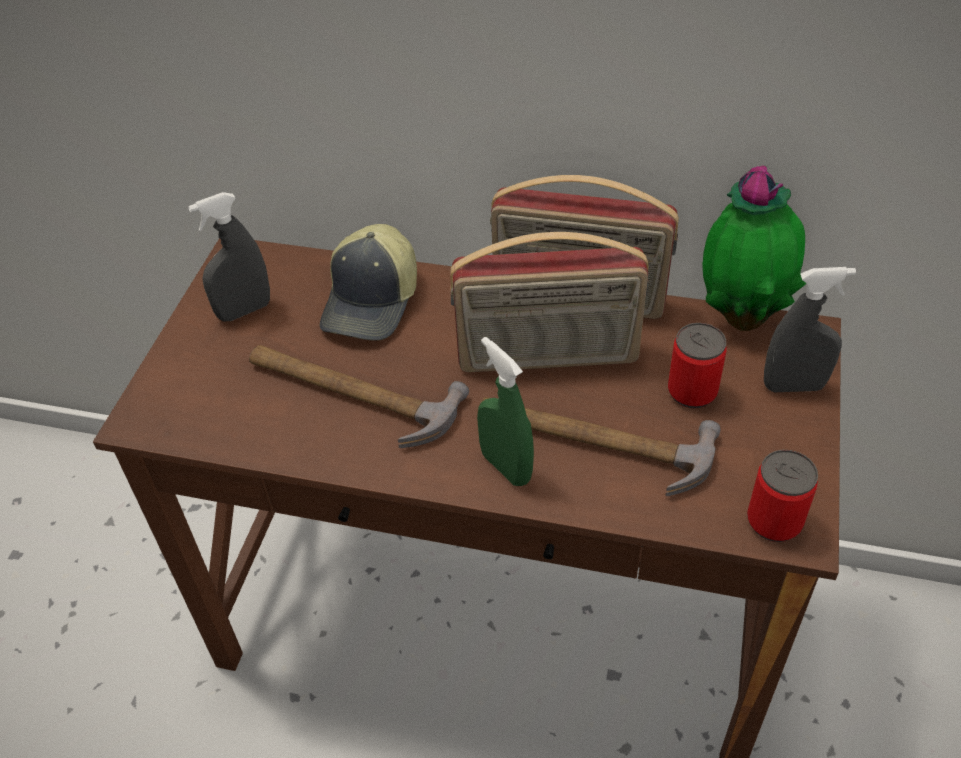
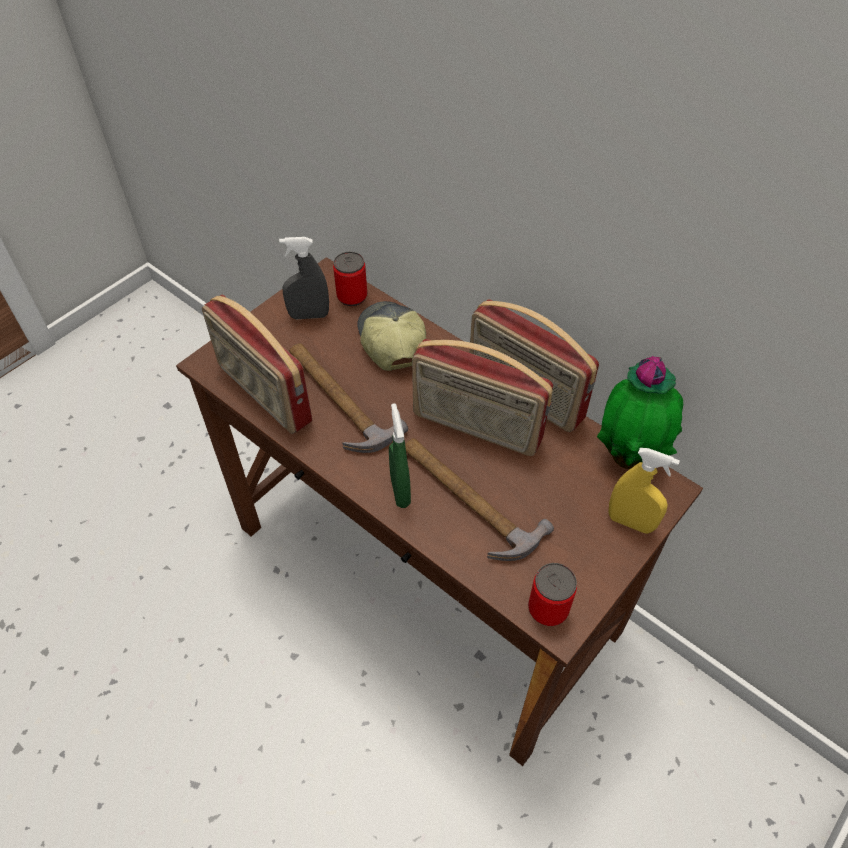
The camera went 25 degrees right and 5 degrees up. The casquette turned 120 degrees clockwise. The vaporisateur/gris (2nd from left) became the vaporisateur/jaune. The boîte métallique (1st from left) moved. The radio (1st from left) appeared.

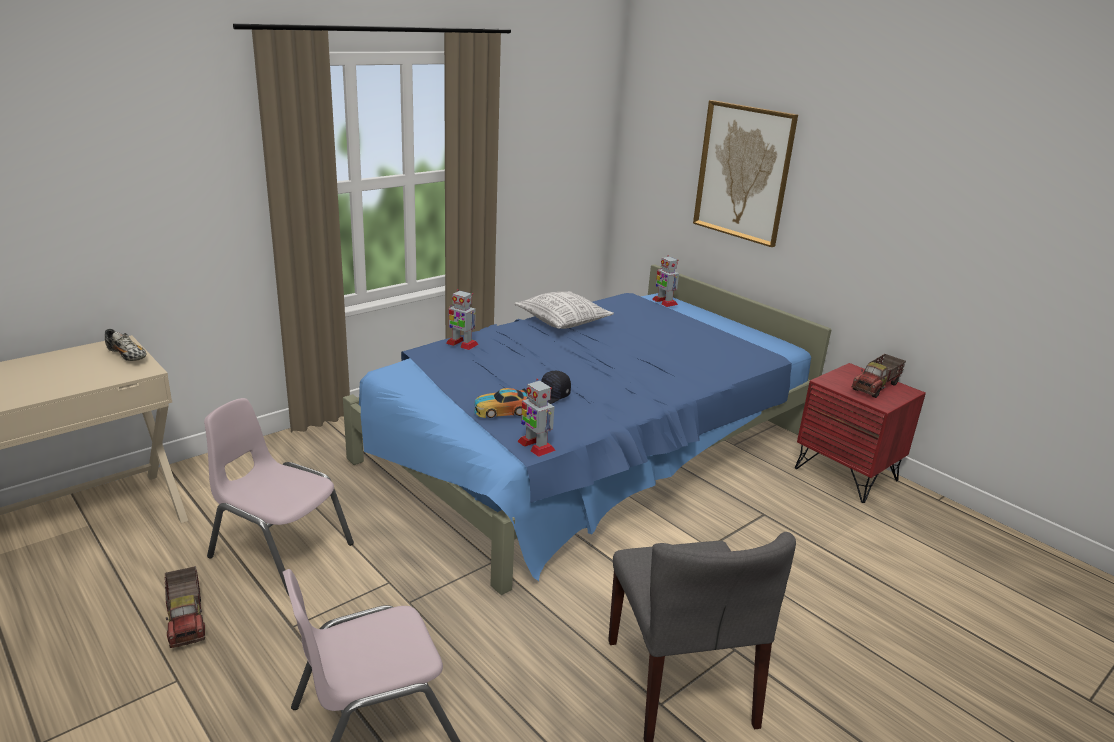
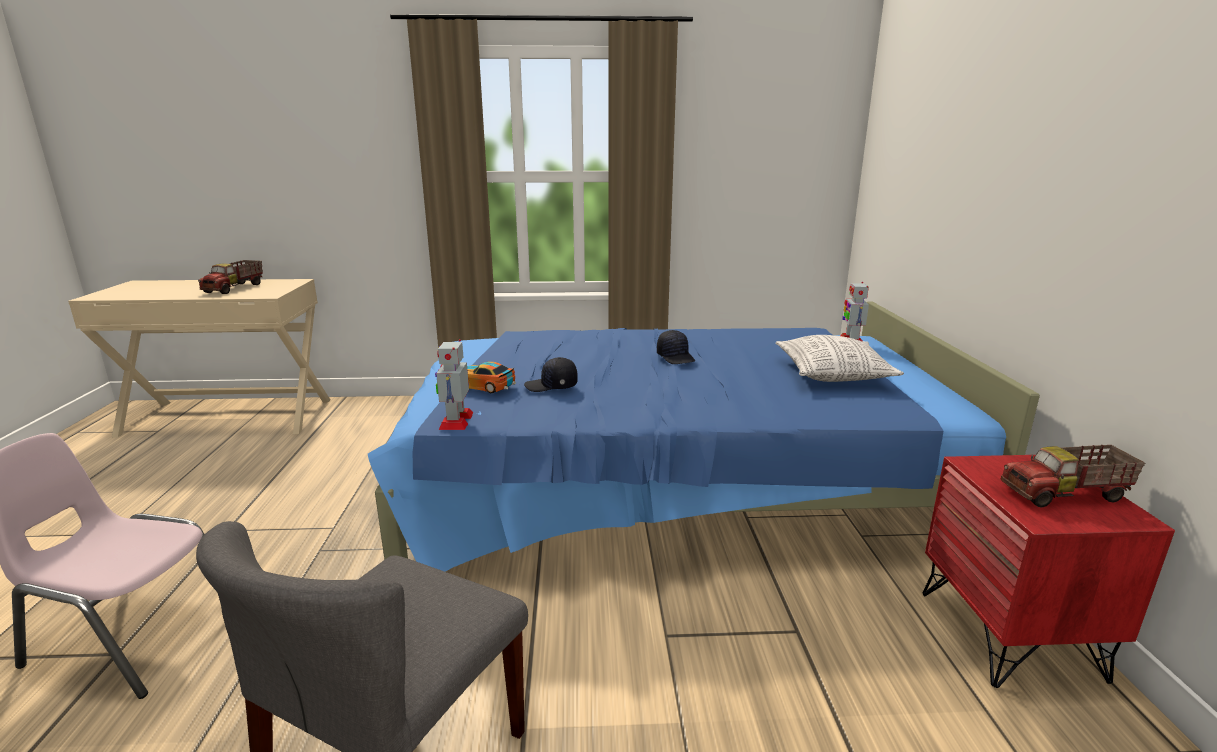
The camera went 40 degrees right and 5 degrees down. The tableau disappeared. The robot jouet (1st from left) disappeared. The coussin moved. The chaussure disappeared. The chaise/rose (1st from left) disappeared. The camion jouet (1st from left) moved. The casquette/noir (2nd from left) appeared.

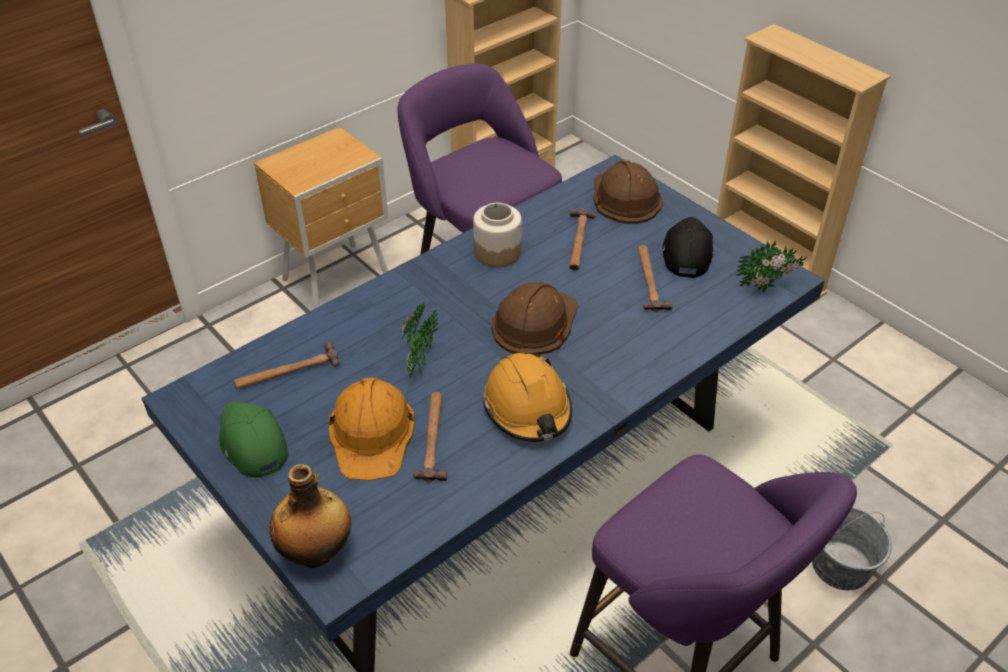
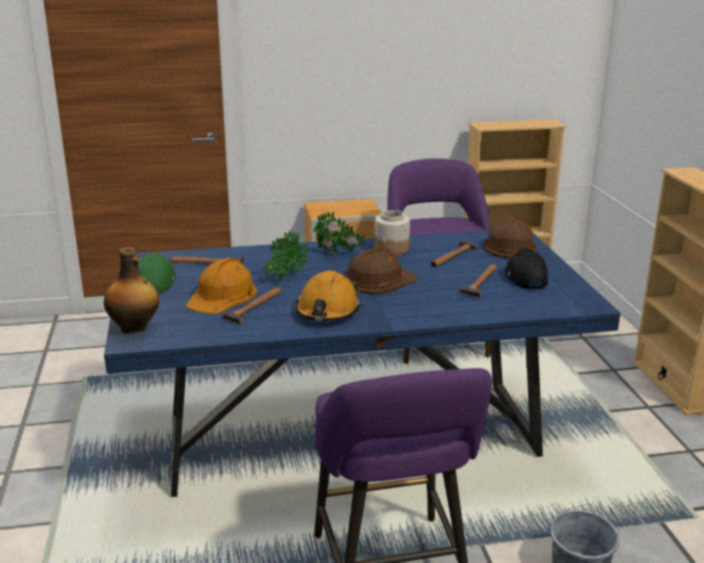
The camera went 30 degrees right and 20 degrees down. The casquette/noir turned 45 degrees counterclockwise. The plante en pot (2nd from left) moved.

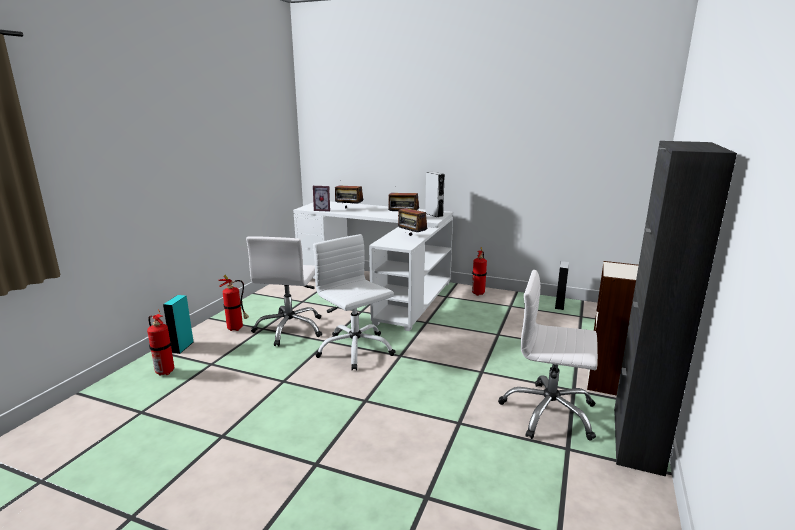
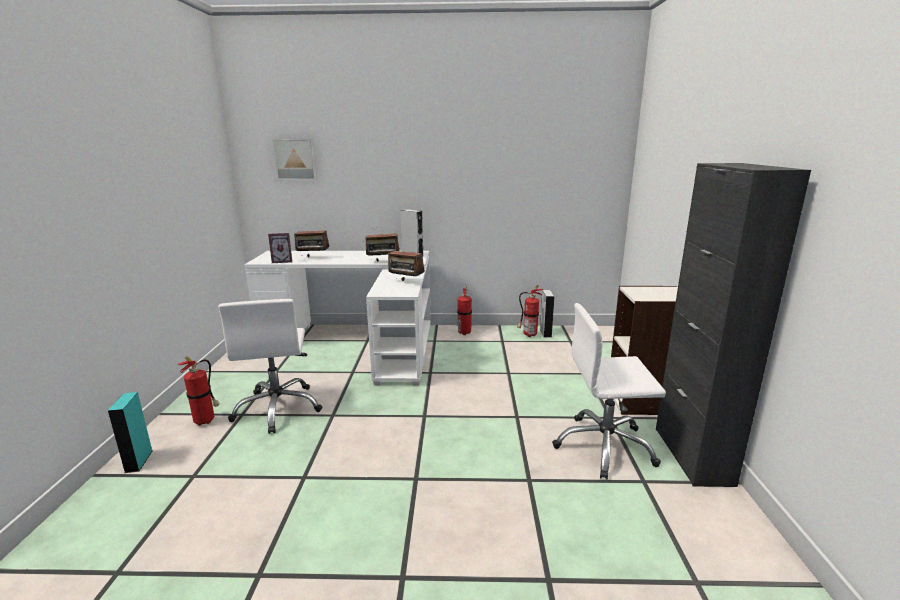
The camera went 20 degrees left and 0 degrees up. The chaise de bureau/blanc (2nd from left) disappeared. The extincteur (1st from left in the first image) moved. The tableau appeared.

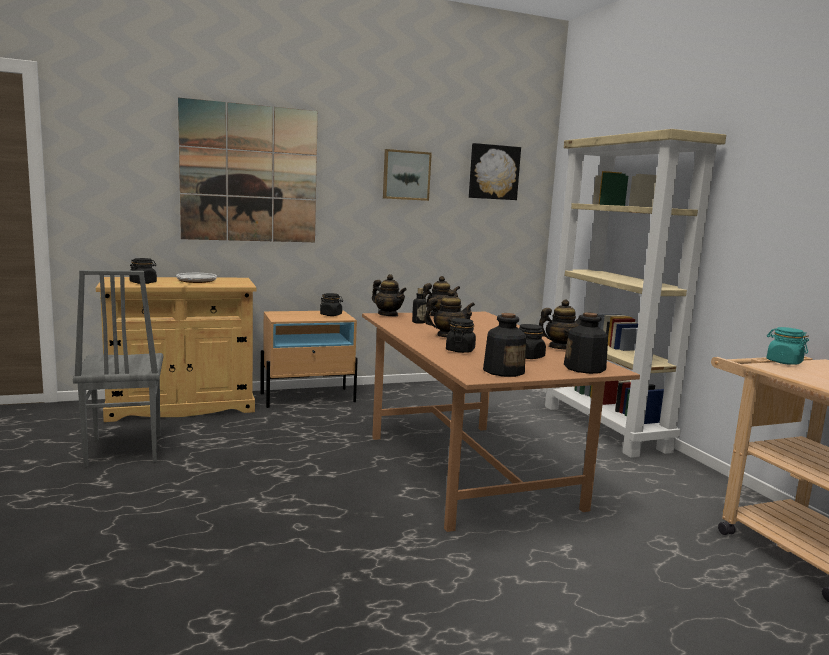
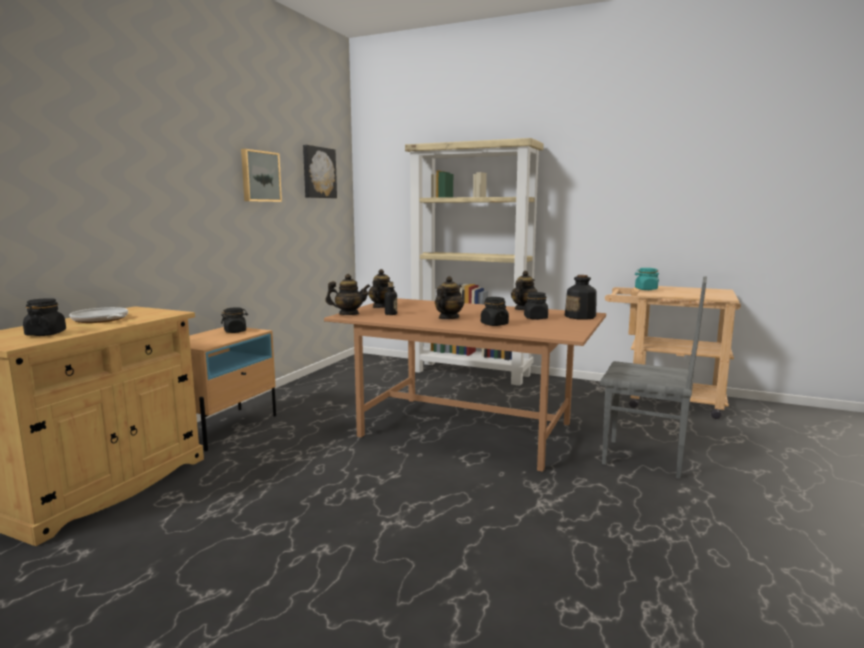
The camera went 45 degrees left and 0 degrees up. The tableau (1st from left) disappeared. The chaise/gris moved. The bouteille (2nd from left) disappeared.

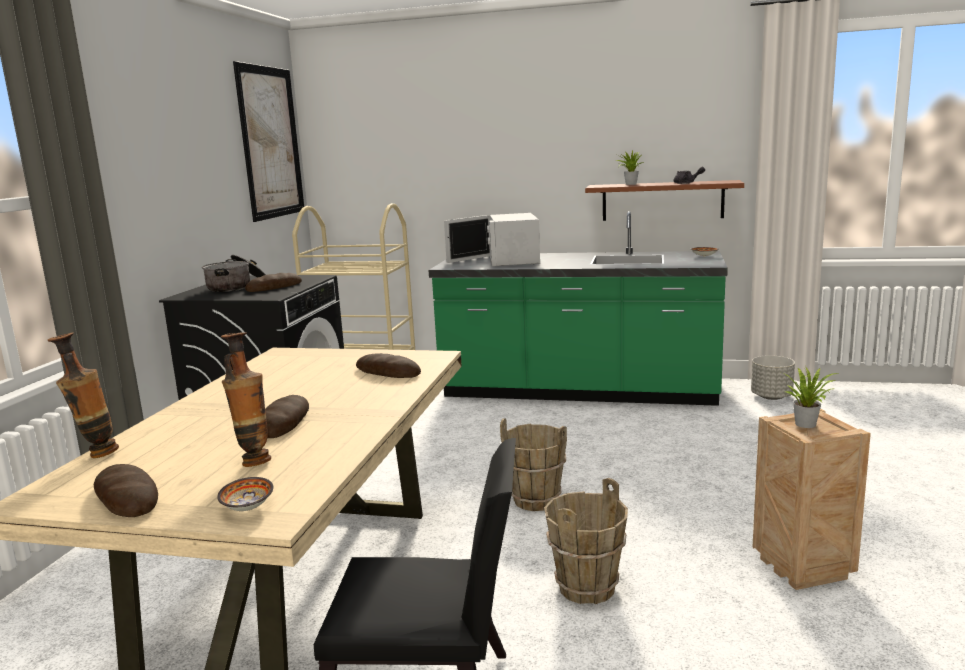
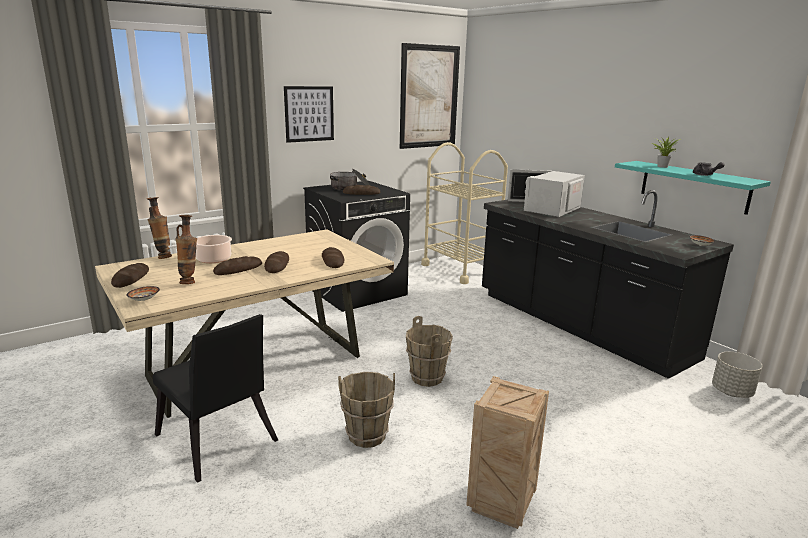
The camera went 40 degrees right and 5 degrees up. The étagère/marron became the étagère/turquoise. The comptoir de cuisine/vert became the comptoir de cuisine/noir. The plante en pot (2nd from left) disappeared. The tableau (1st from left) appeared. The marmite (1st from left) appeared. The pain (3rd from left) appeared.

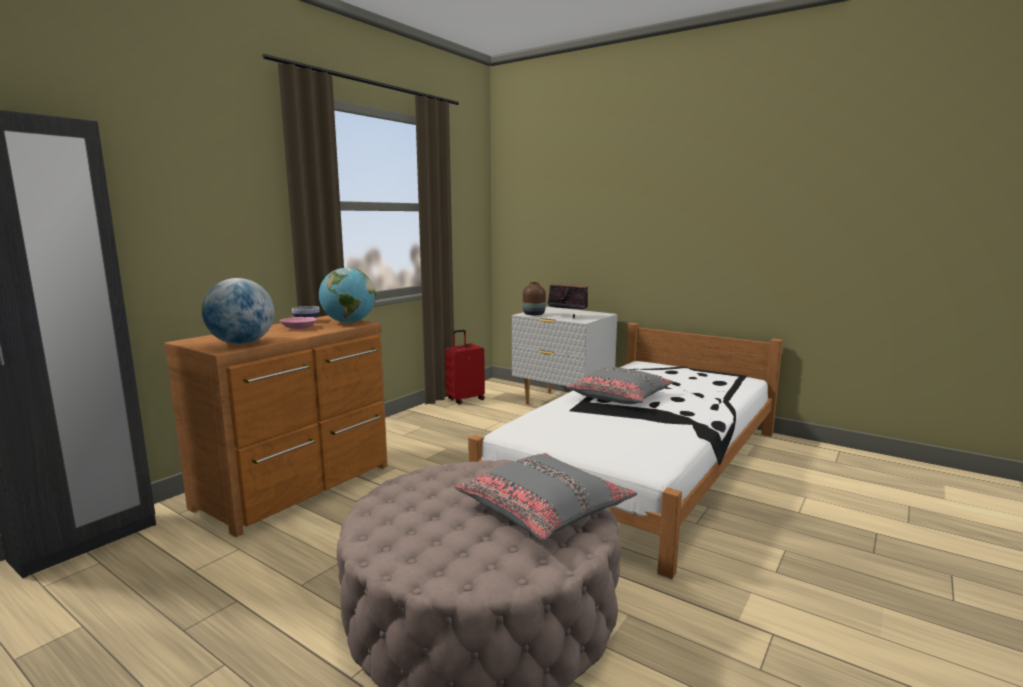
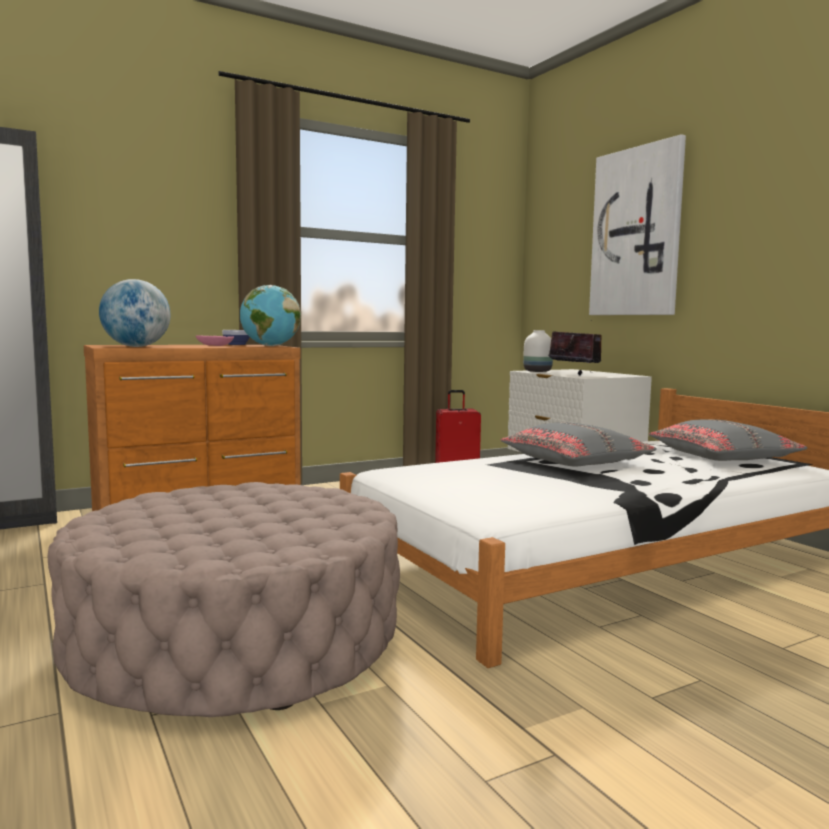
The camera went 25 degrees right and 5 degrees down. The vase/marron became the vase/blanc. The coussin/gris (1st from left in the first image) moved. The tableau appeared.

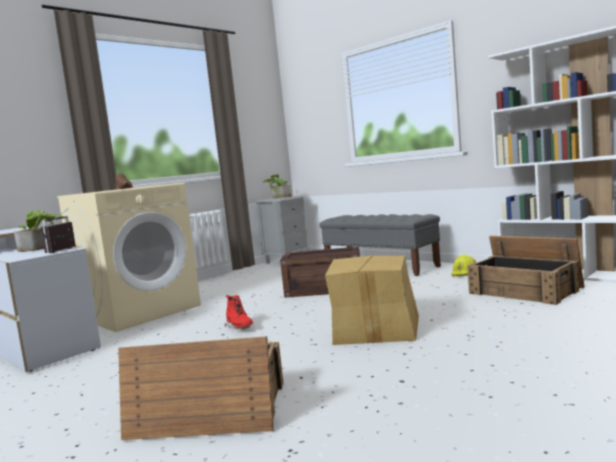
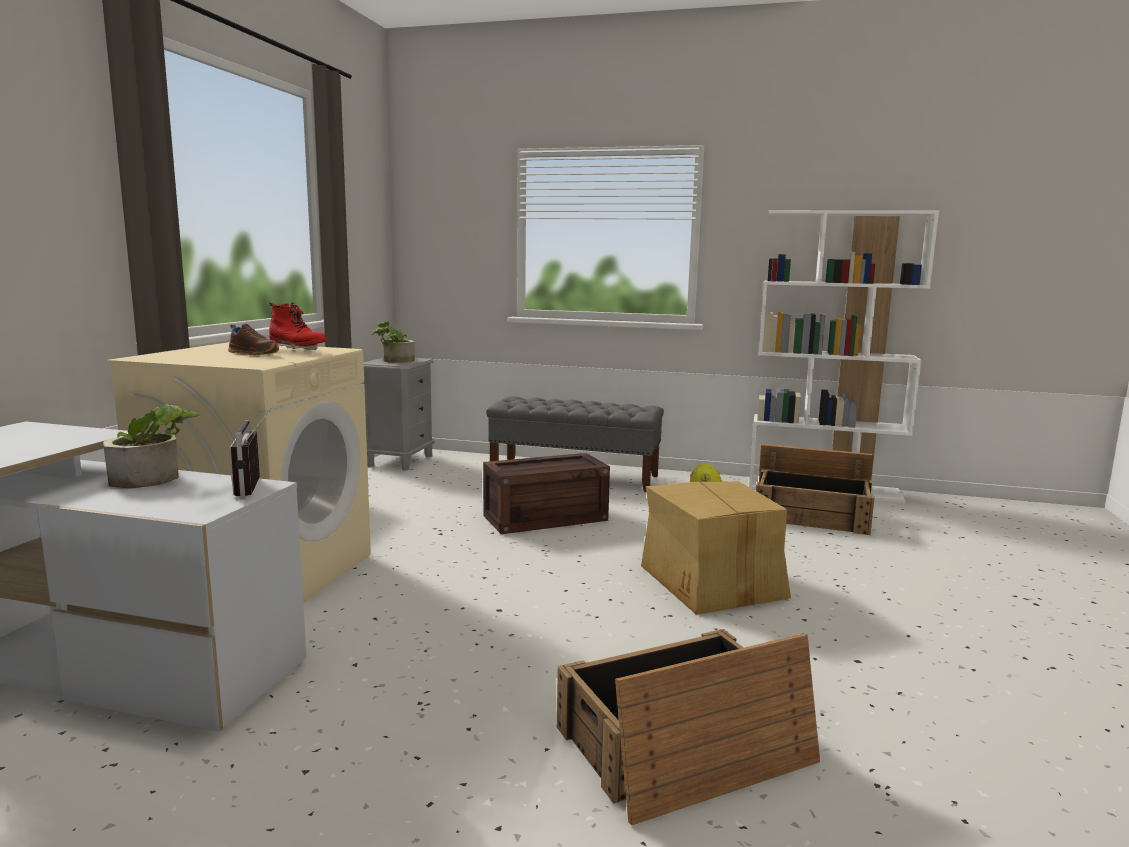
The camera went 30 degrees left and 5 degrees up. The botte/rouge moved.

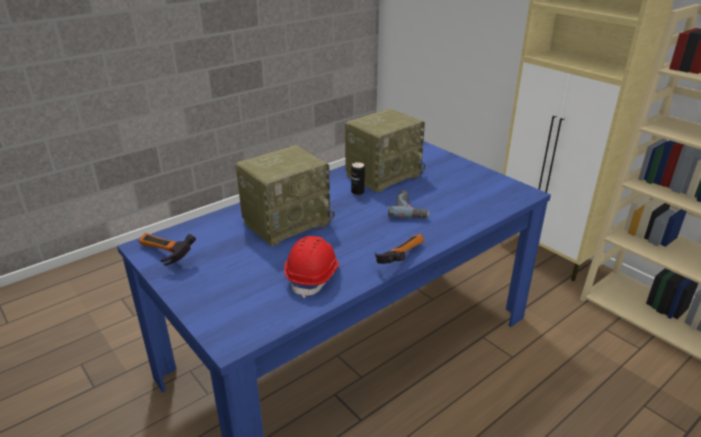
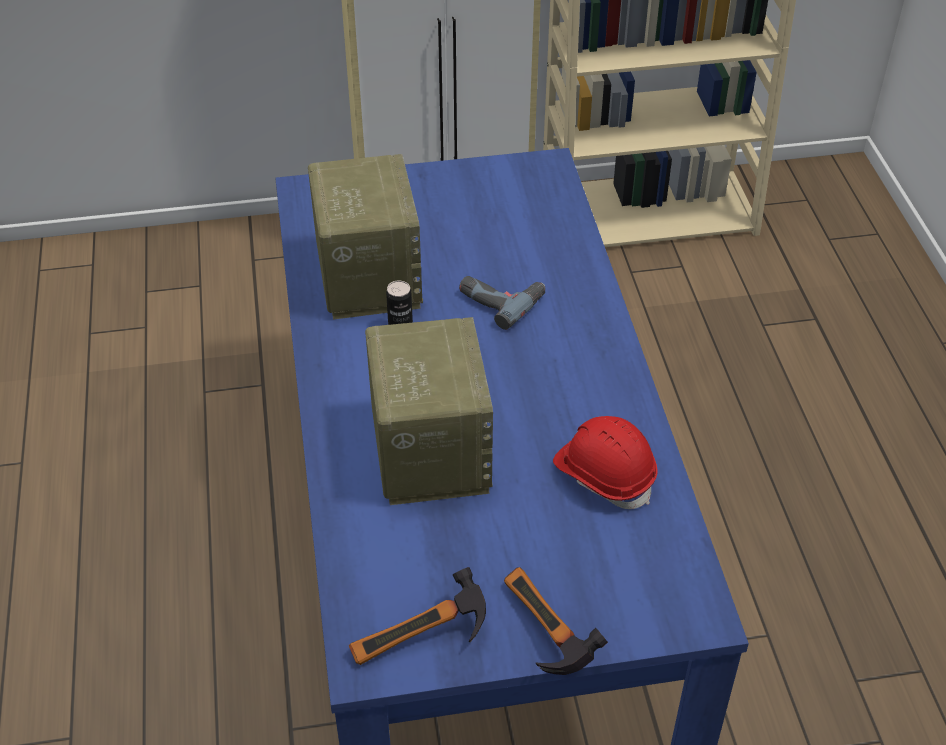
The camera went 60 degrees left and 15 degrees up. The marteau (2nd from left) moved.

